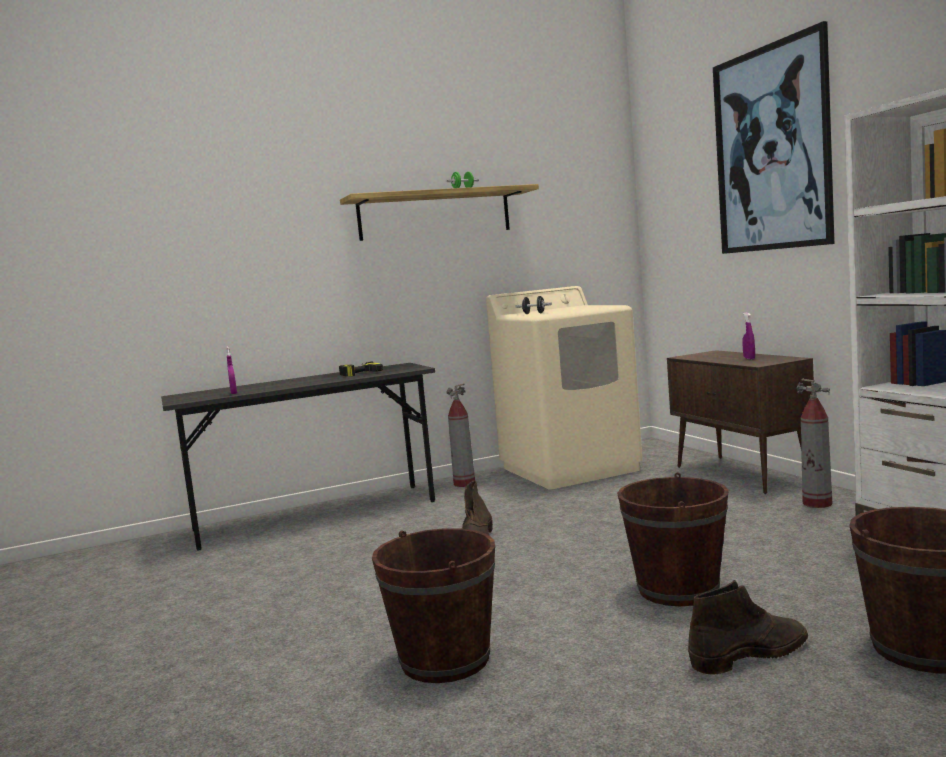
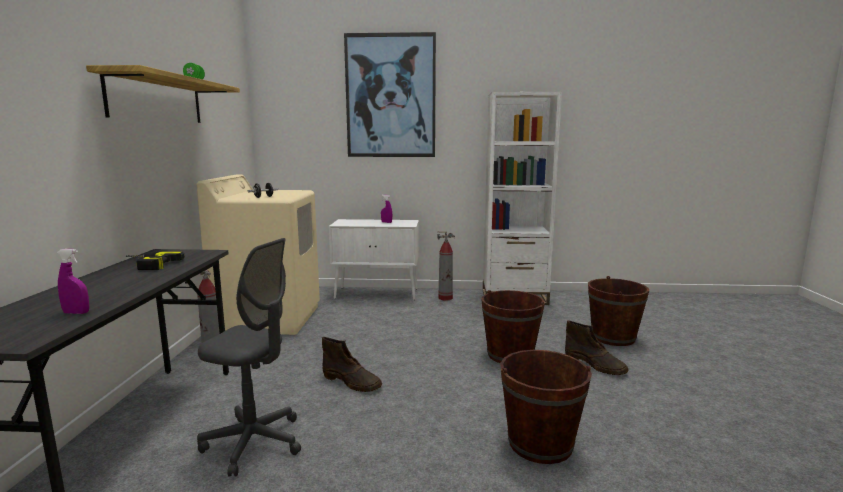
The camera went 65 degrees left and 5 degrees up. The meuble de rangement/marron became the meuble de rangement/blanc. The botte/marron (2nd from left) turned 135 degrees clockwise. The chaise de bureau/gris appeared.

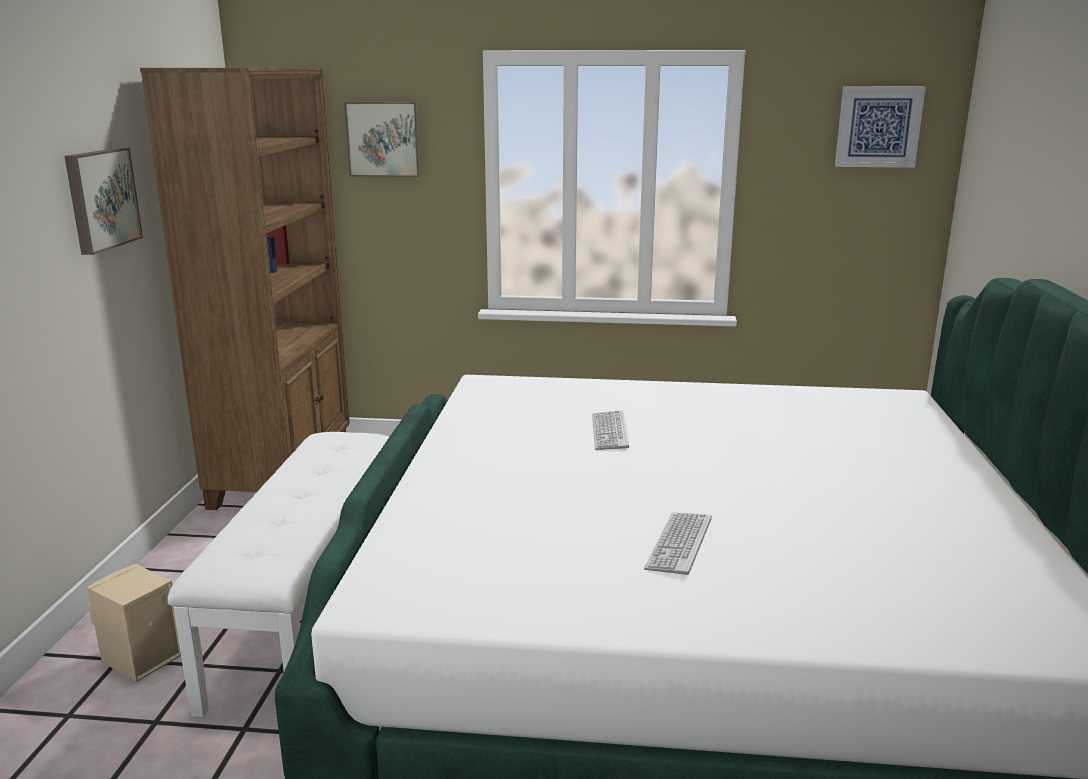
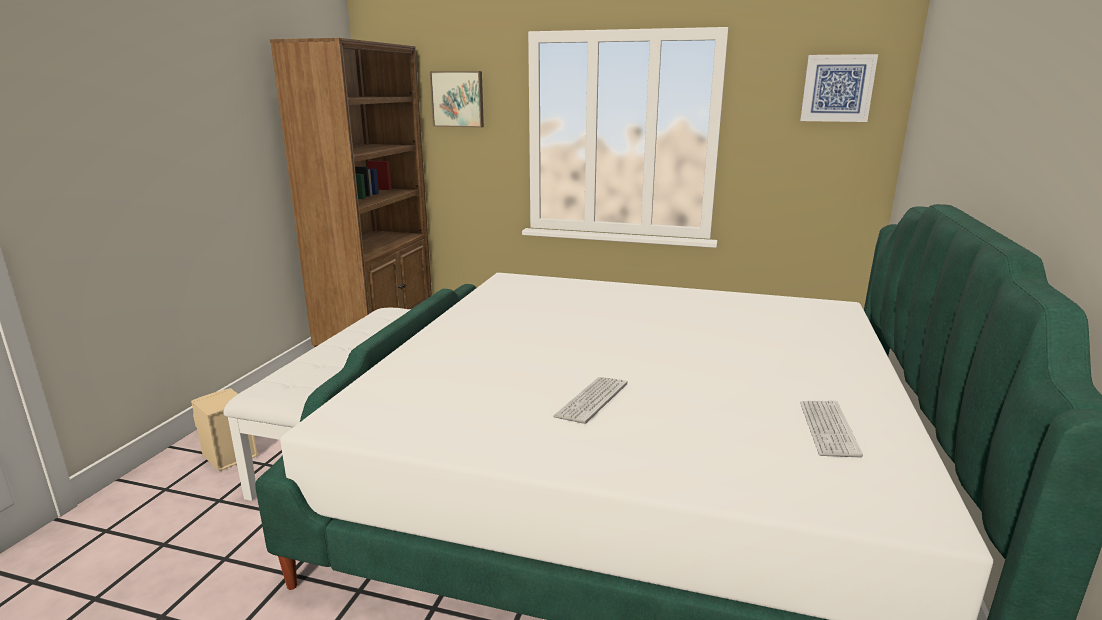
The camera went 10 degrees right and 0 degrees up. The tableau (1st from left) disappeared. The clavier (1st from left in the first image) moved.

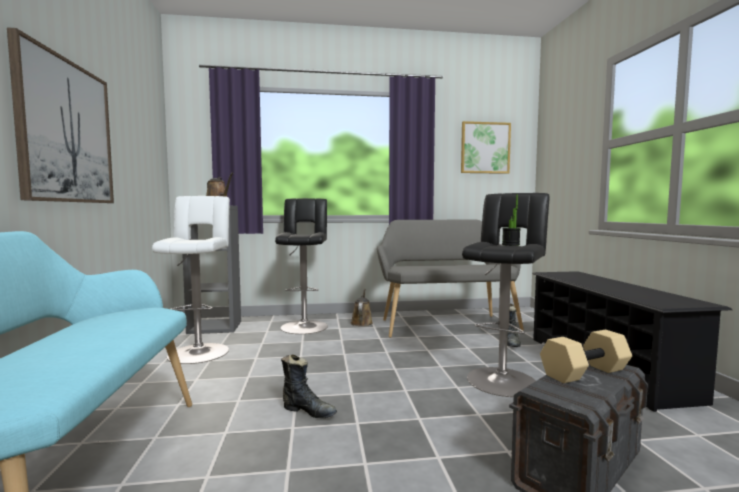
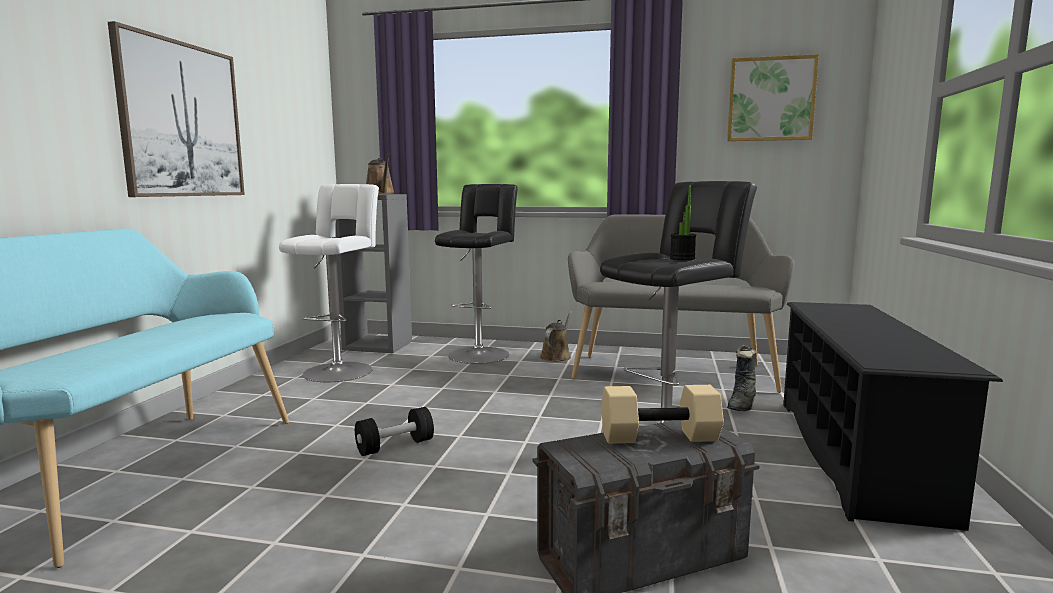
The camera went 20 degrees right and 5 degrees up. The botte/noir (1st from left) was replaced by the haltère/noir.

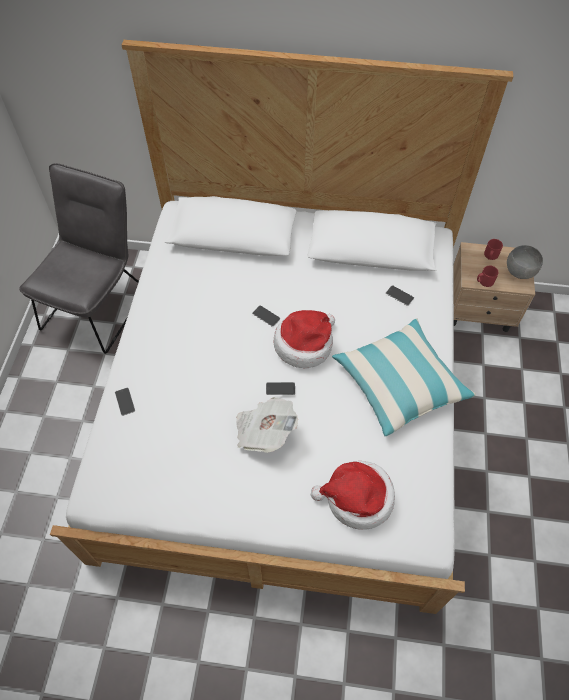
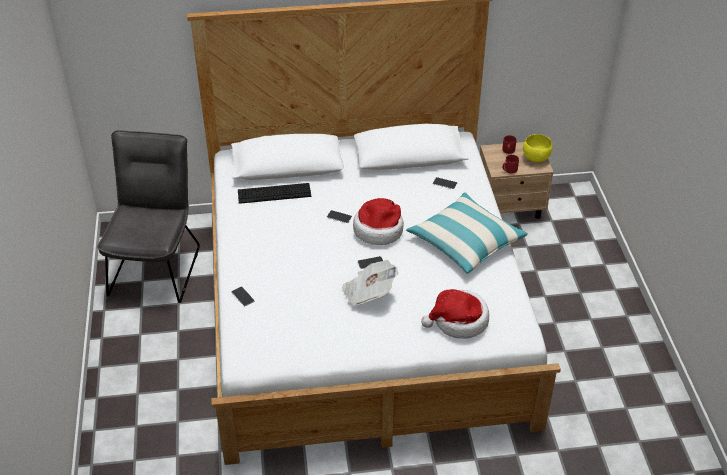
The camera went 15 degrees left and 15 degrees down. The bol/gris became the bol/jaune. The clavier appeared.

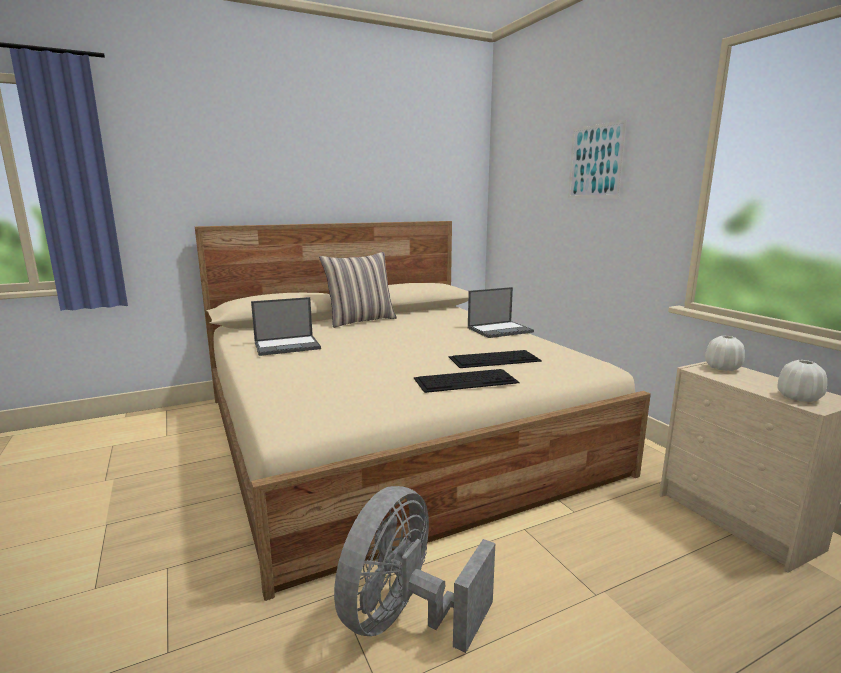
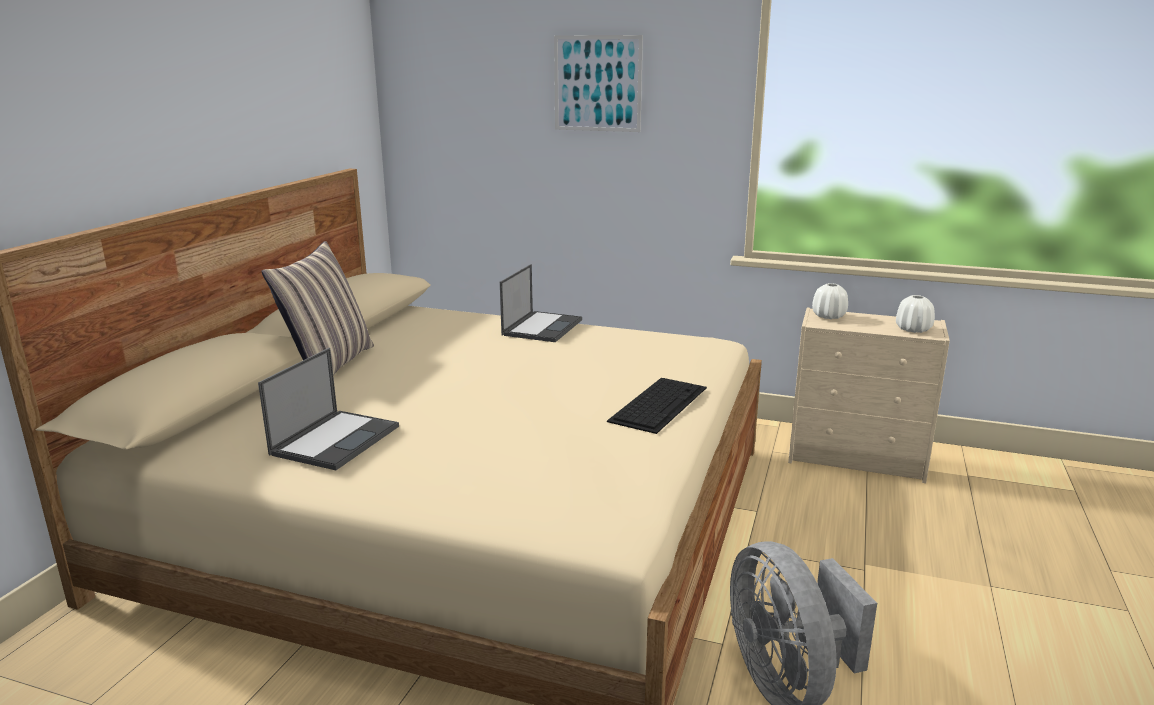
The camera went 45 degrees left and 5 degrees up. The clavier (2nd from left) disappeared.

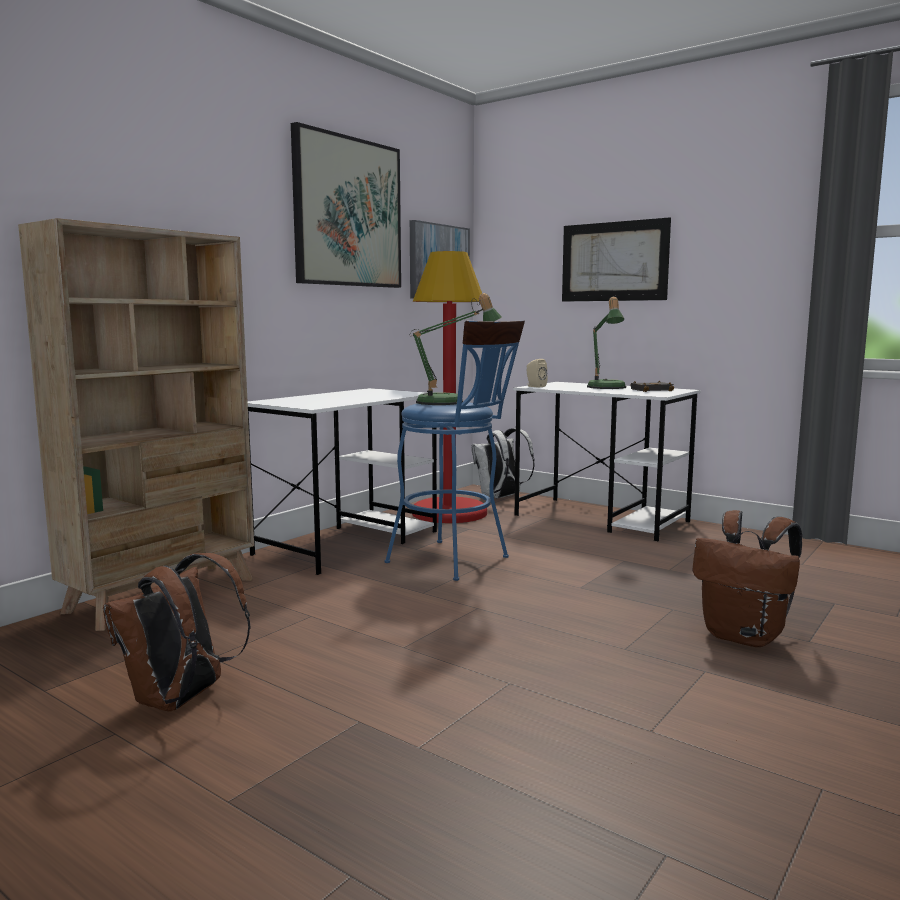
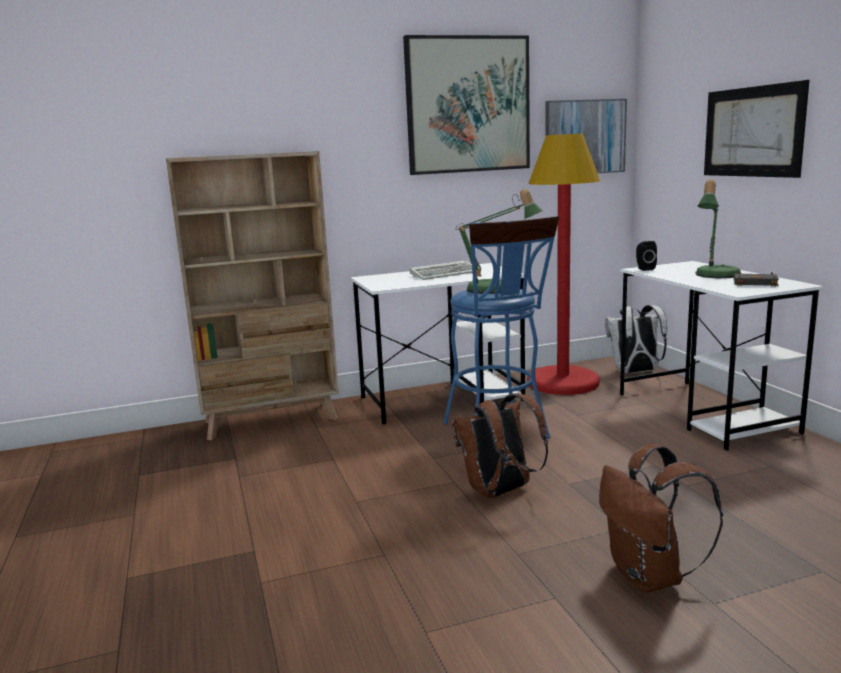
The camera went 35 degrees right and 5 degrees up. The enceinte/beige became the enceinte/noir. The sac à dos/marron (1st from left) moved. The clavier appeared.

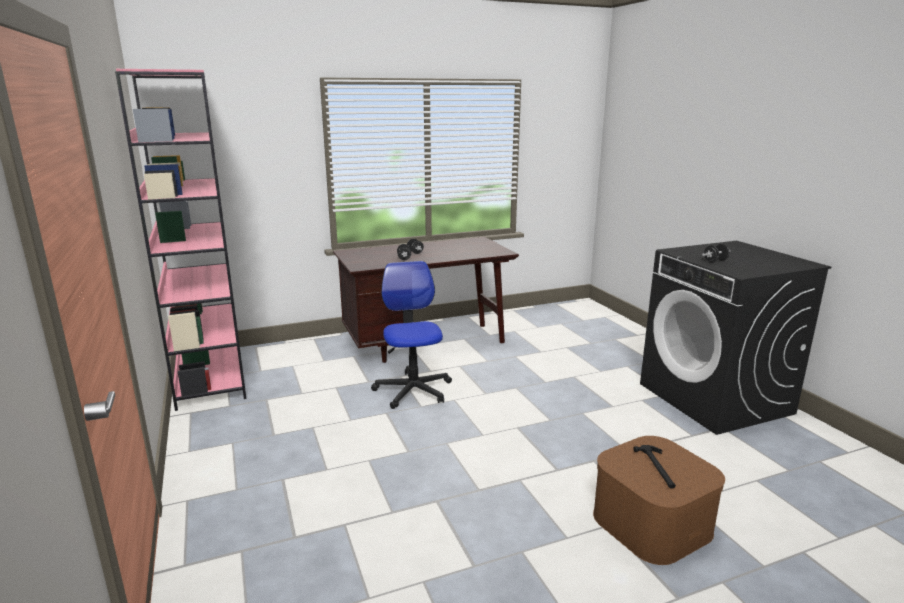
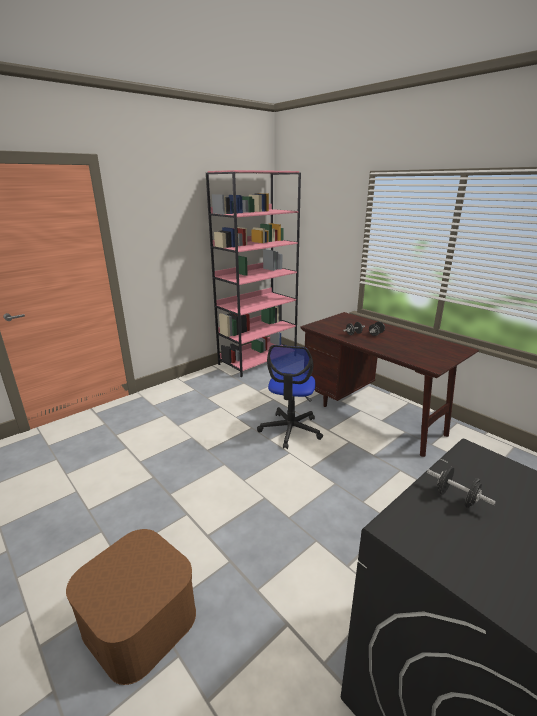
The camera went 70 degrees right and 5 degrees up. The chaise de bureau turned 135 degrees clockwise. The marteau disappeared.

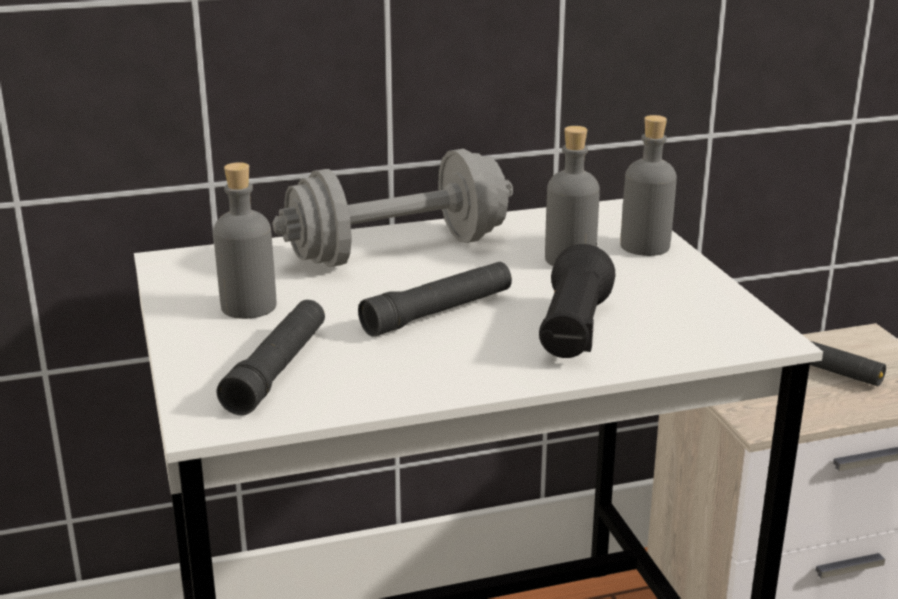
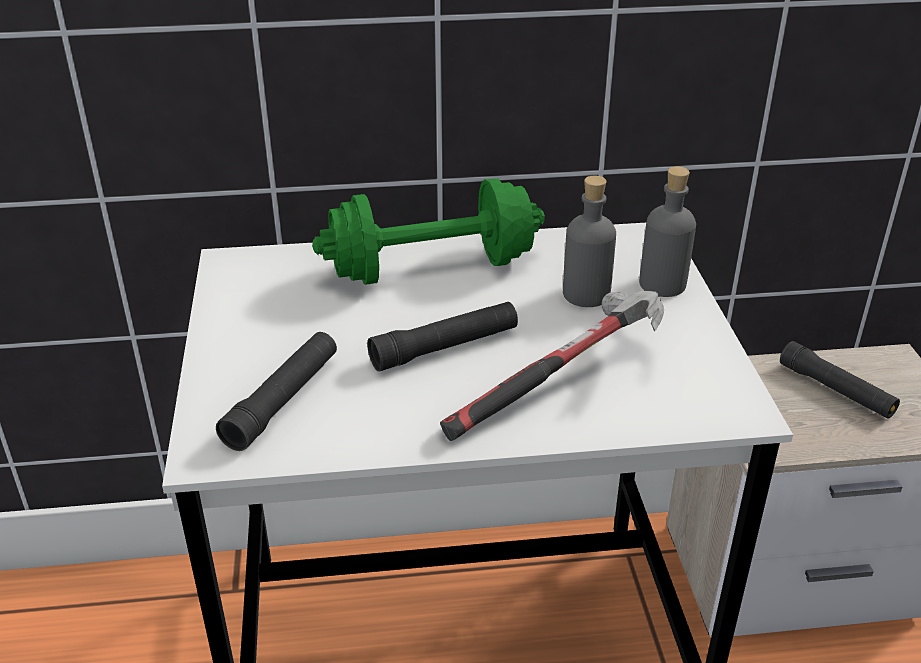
The camera went 10 degrees right and 10 degrees up. The haltère/gris became the haltère/vert. The bouteille/gris (1st from left) disappeared. The lampe de poche/noir (3rd from left) was replaced by the marteau.

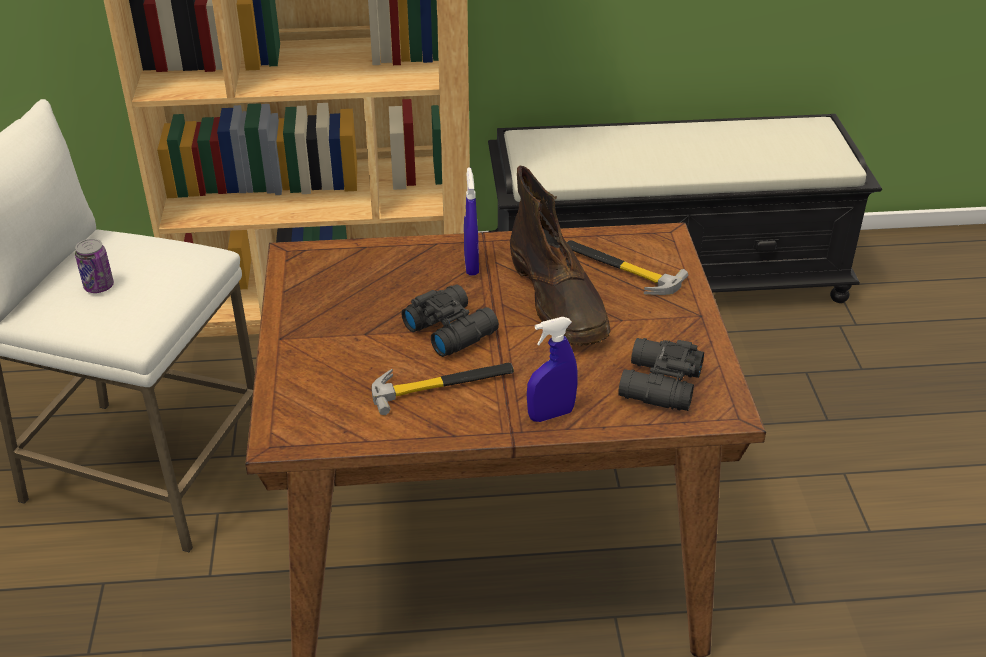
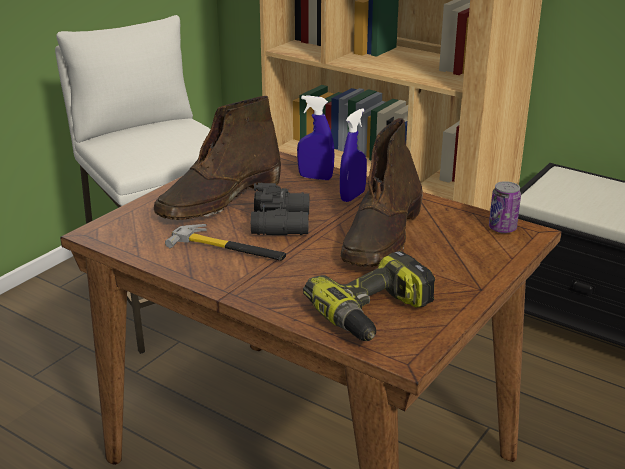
The camera went 40 degrees right and 10 degrees down. The boîte métallique moved. The marteau (2nd from left) disappeared. The vaporisateur/bleu (2nd from left in the first image) moved. The jumelles/noir (2nd from left) was replaced by the perceuse. The botte/marron (1st from left) appeared.

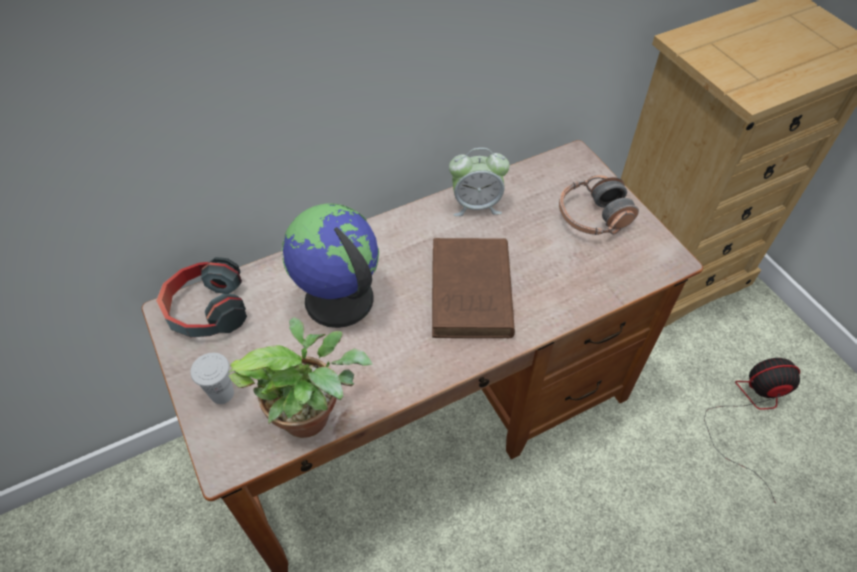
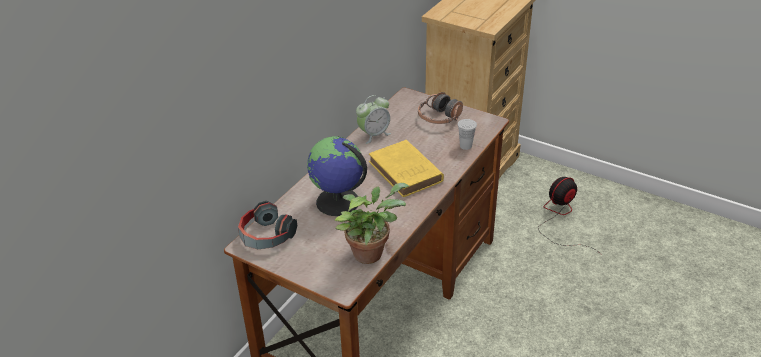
The camera went 30 degrees left and 15 degrees down. The livre/marron became the livre/jaune. The tasse/blanc moved.

